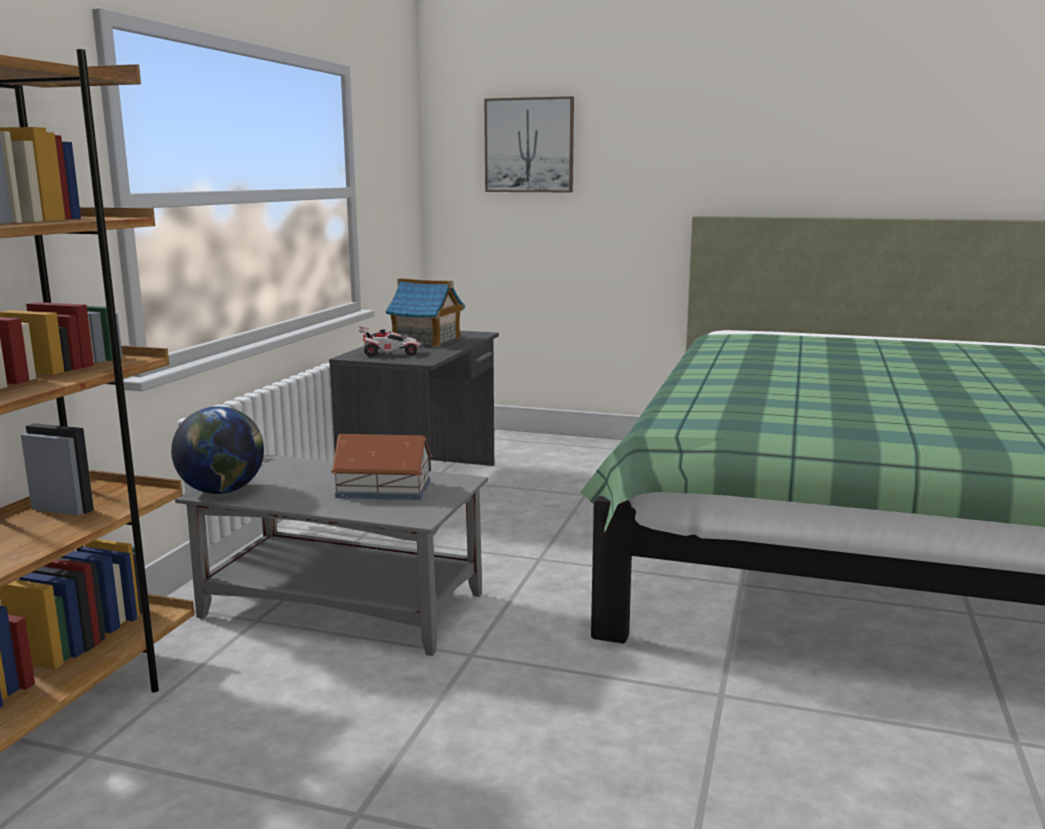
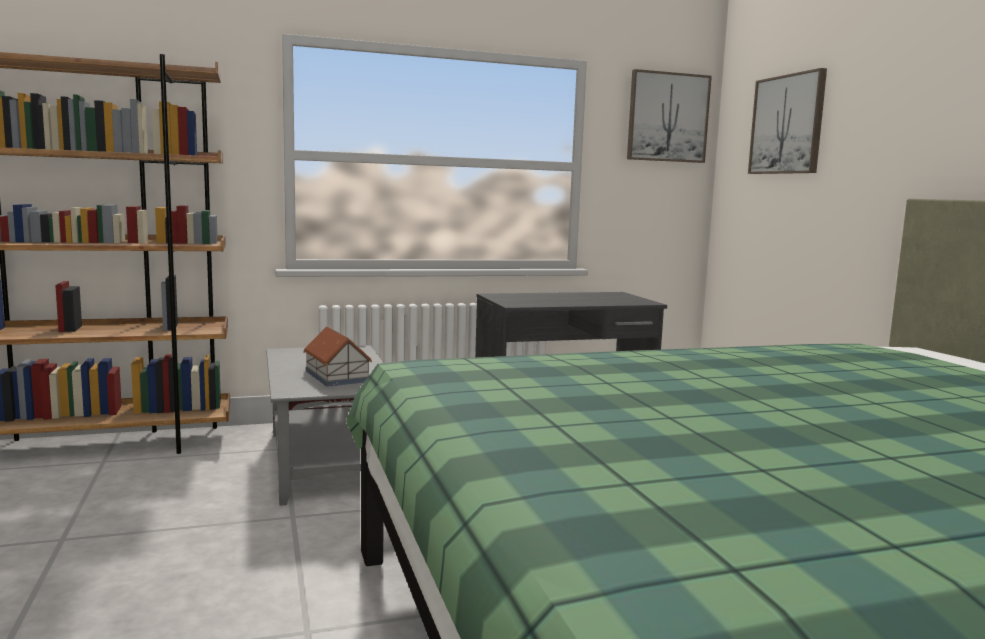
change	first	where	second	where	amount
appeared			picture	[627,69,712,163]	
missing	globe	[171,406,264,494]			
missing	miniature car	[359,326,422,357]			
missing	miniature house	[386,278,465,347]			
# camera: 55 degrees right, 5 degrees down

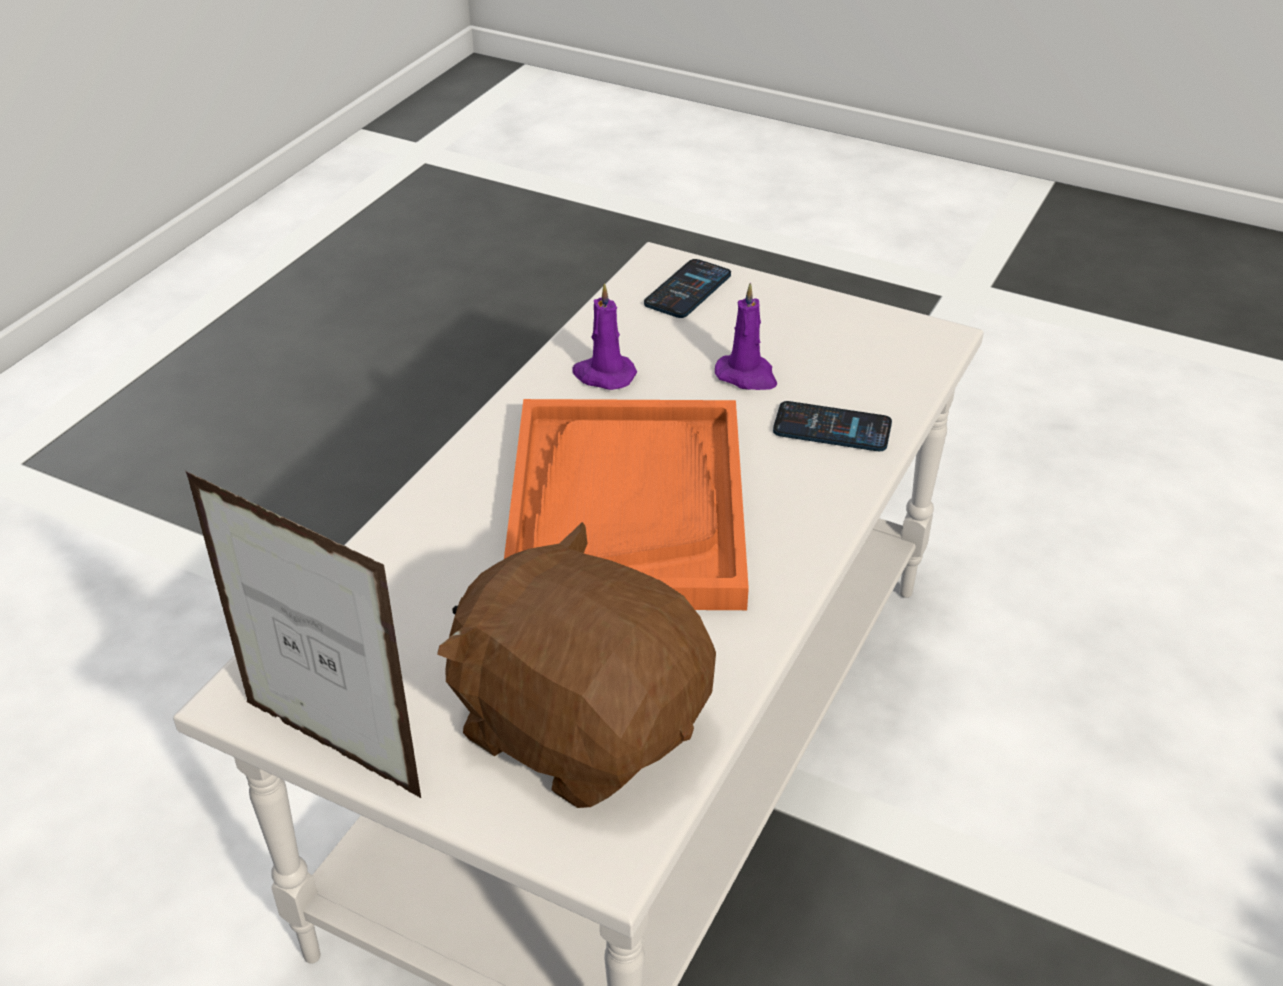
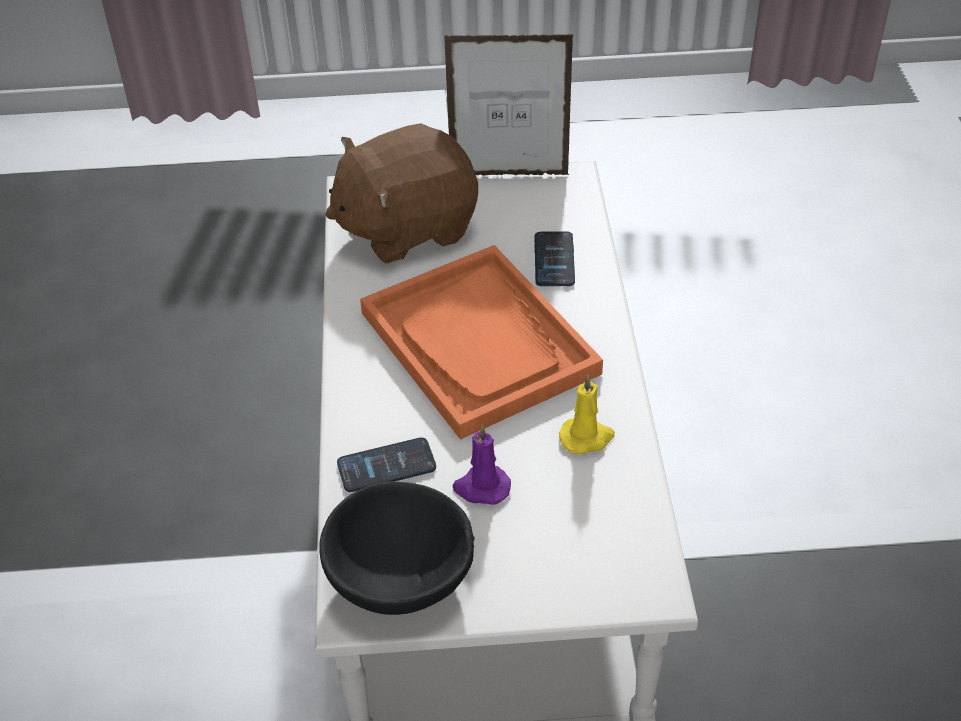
change	first	where	second	where	amount
appeared			blackish serving bowl	[319,481,475,615]	
spun	brown-coloured plush toy	[437,522,716,808]		[325,123,478,264]	150 degrees clockwise
relocated	phone	[644,259,731,318]		[534,231,575,286]	
colour	purple-coloured wax candle	[572,283,637,390]	yellow-coloured wax candle	[559,374,615,455]	
# camera: 150 degrees right, 5 degrees up

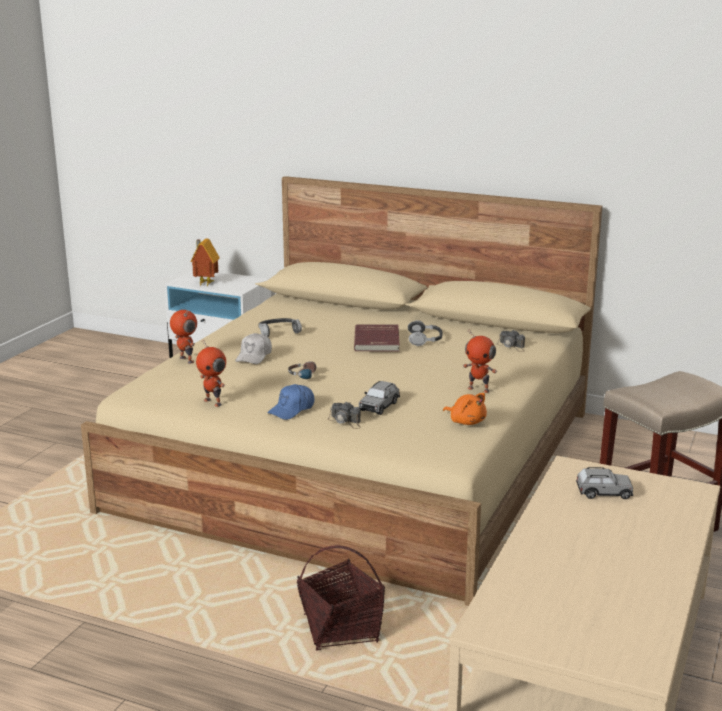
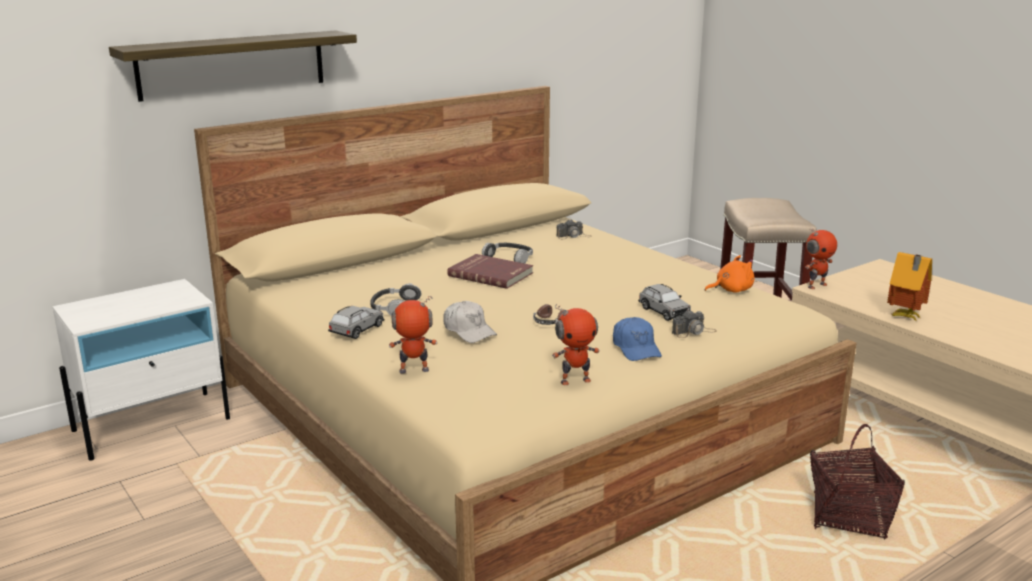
change	first	where	second	where	amount
appeared			shelf	[109,31,357,102]	
relocated	grey miniature car	[576,467,633,499]		[328,306,384,339]	
relocated	model robot	[463,330,497,393]		[805,228,837,289]	
relocated	miniature house	[190,238,220,286]		[887,252,932,321]	
# camera: 60 degrees left, 0 degrees up

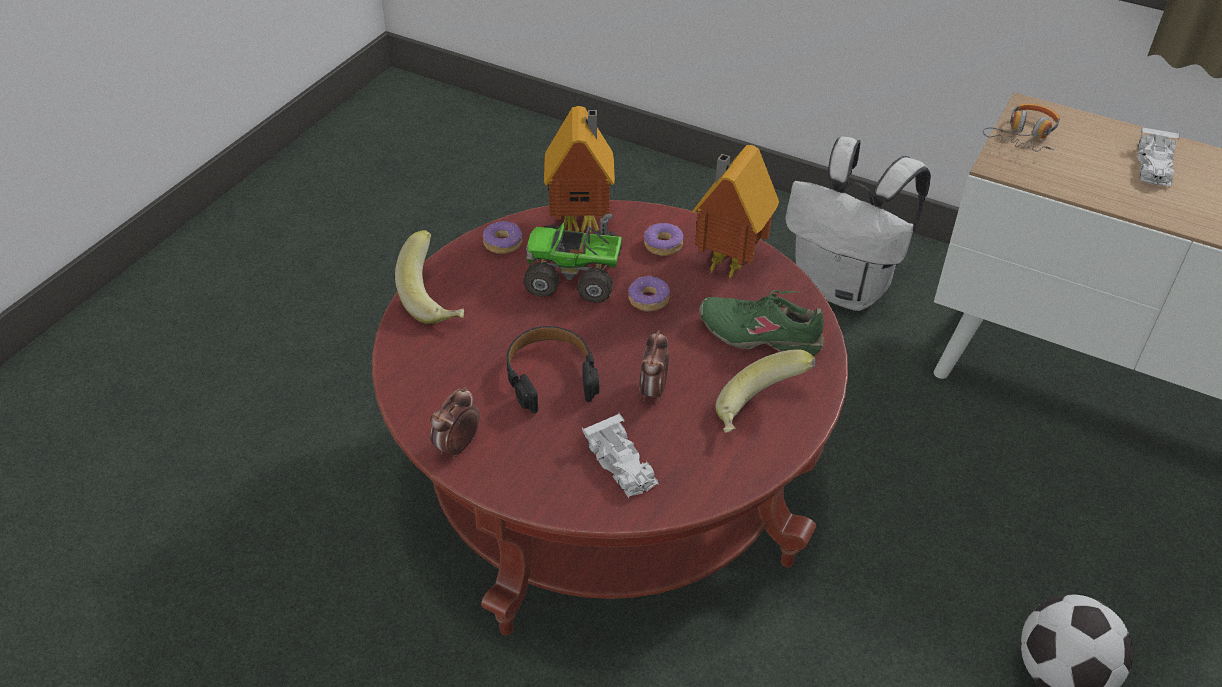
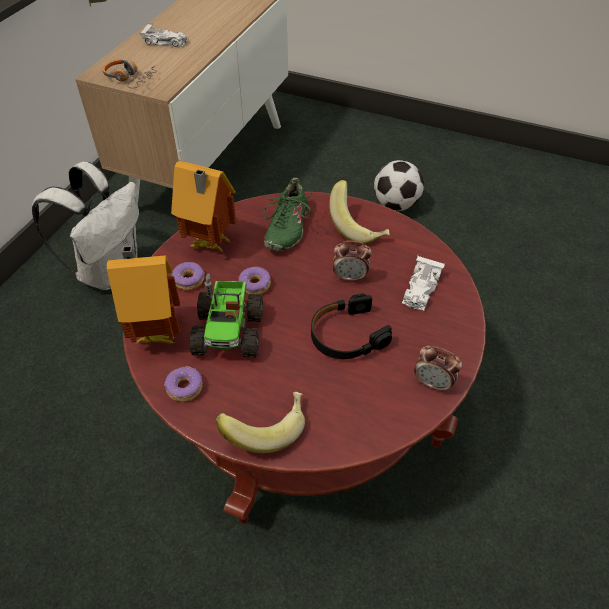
change	first	where	second	where	amount
spun	whitish miniature car	[582,412,659,498]		[402,256,445,310]	150 degrees clockwise
# camera: 95 degrees left, 5 degrees up

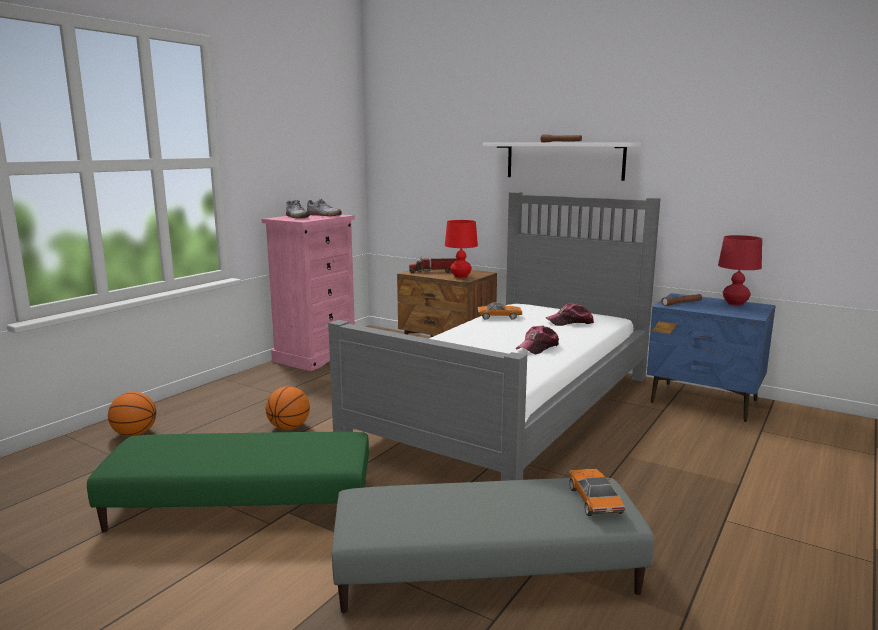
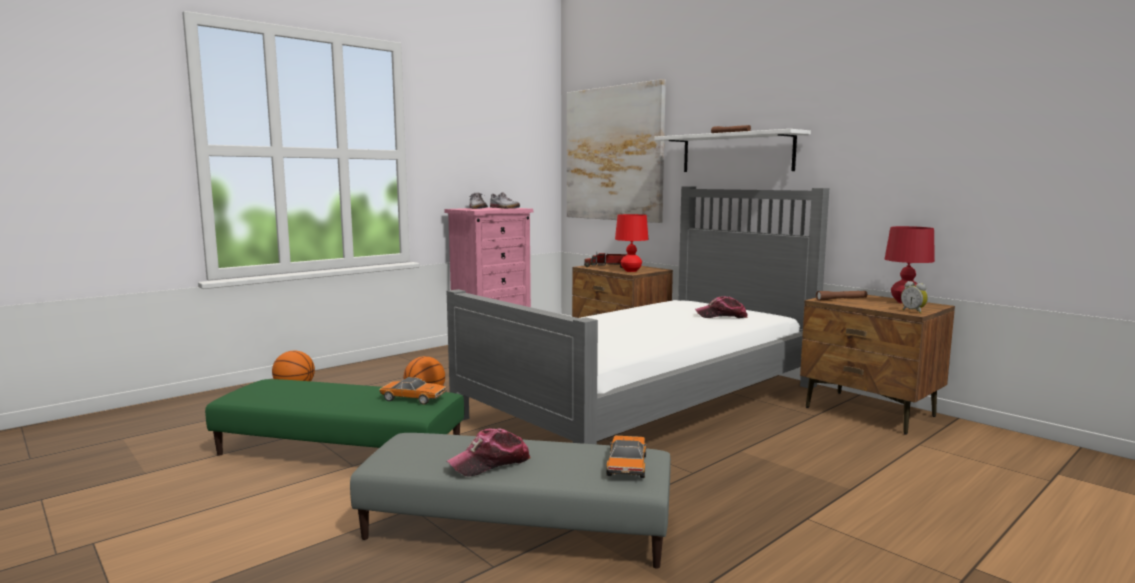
change	first	where	second	where	amount
relocated	miniature car	[478,302,522,320]		[379,377,447,405]	
relocated	baseball cap	[516,326,559,354]		[446,429,531,476]	
appeared			picture	[567,79,666,223]	
colour	blue night table	[647,293,776,422]	brown-coloured night table	[800,295,955,435]	
appeared			bedside clock	[901,281,928,314]	
# camera: 15 degrees right, 5 degrees down

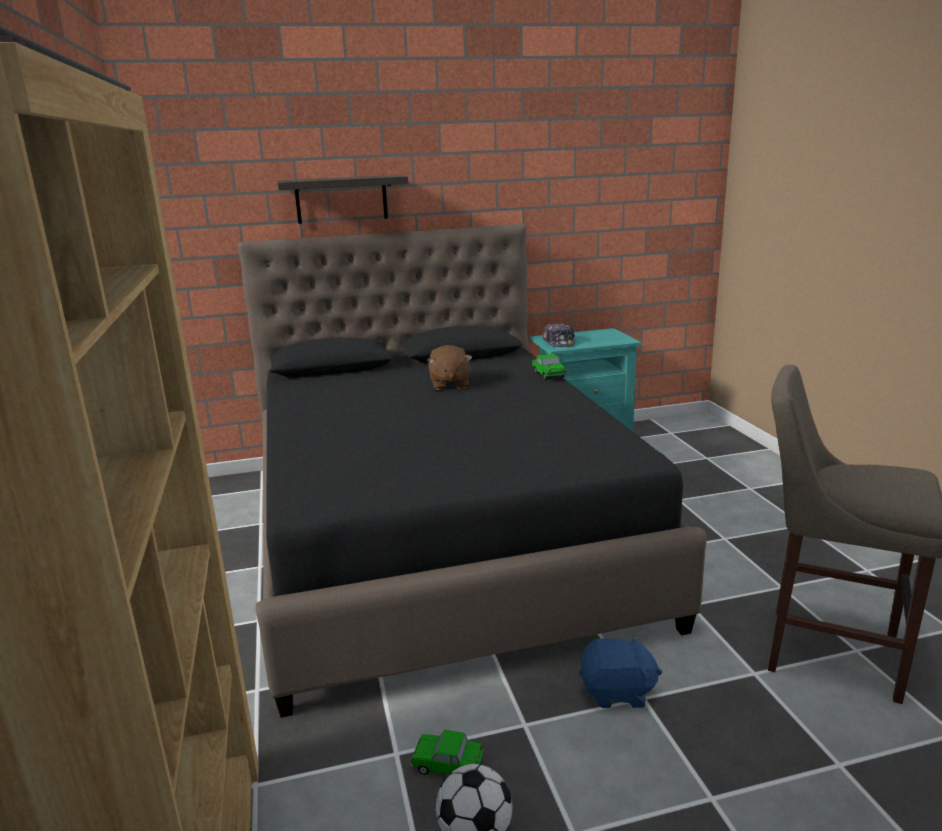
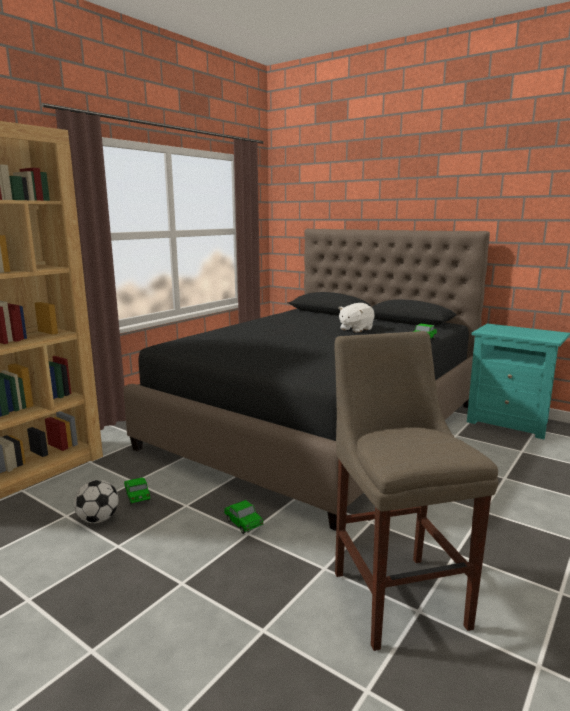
change	first	where	second	where	amount
exchanged	blue plush toy	[579,635,662,708]	miniature car	[224,500,264,534]	
colour	brown-coloured plush toy	[427,345,472,390]	whitish plush toy	[339,303,375,333]	
missing	shelf	[277,175,409,224]			
missing	baseball cap	[542,323,575,347]			
# camera: 50 degrees right, 5 degrees down

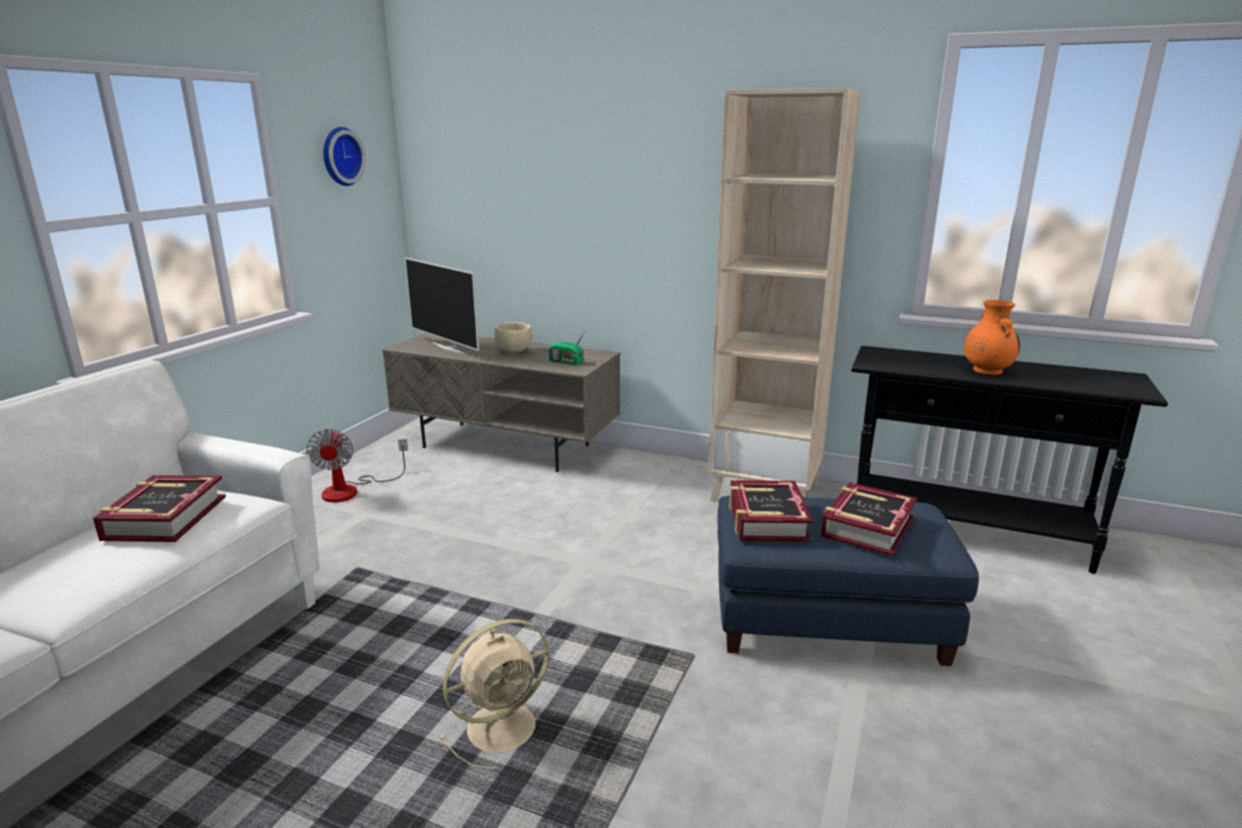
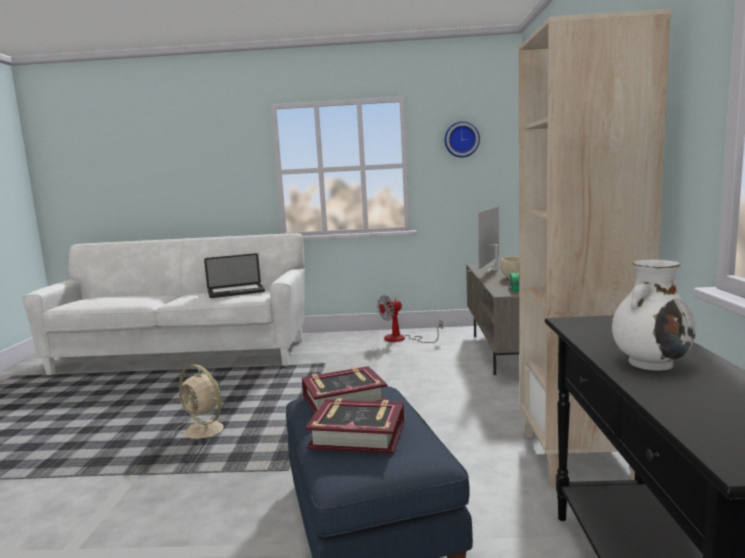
change	first	where	second	where	amount
exchanged	volume	[93,475,226,542]	notebook computer	[204,253,265,298]	
colour	orange vase	[964,300,1020,375]	whitish vase	[612,260,696,371]	
# camera: 70 degrees right, 10 degrees down

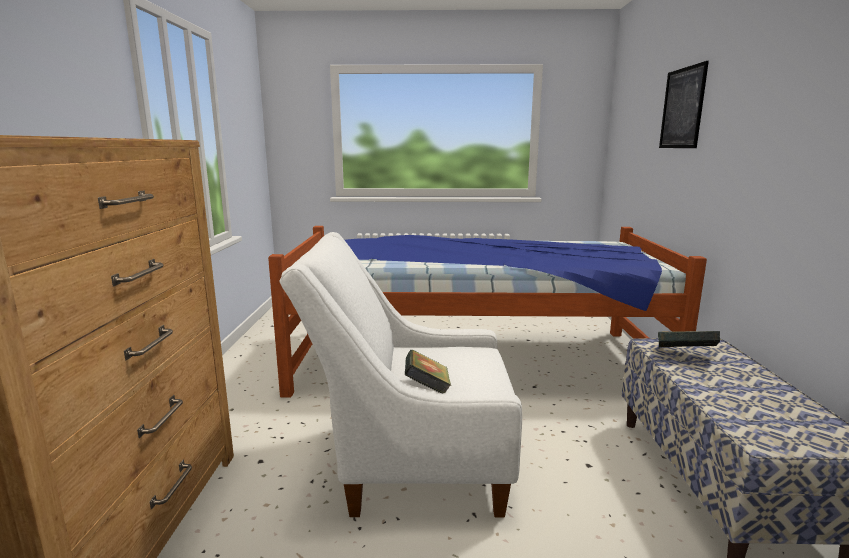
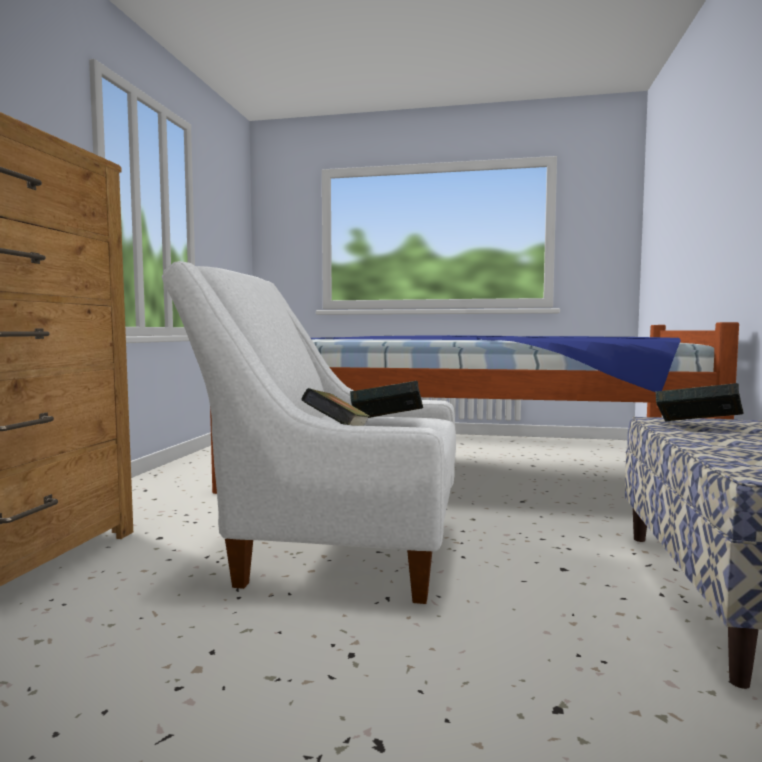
change	first	where	second	where	amount
appeared			volume	[350,381,423,418]	
missing	picture	[659,61,709,148]			
# camera: 10 degrees right, 10 degrees down

